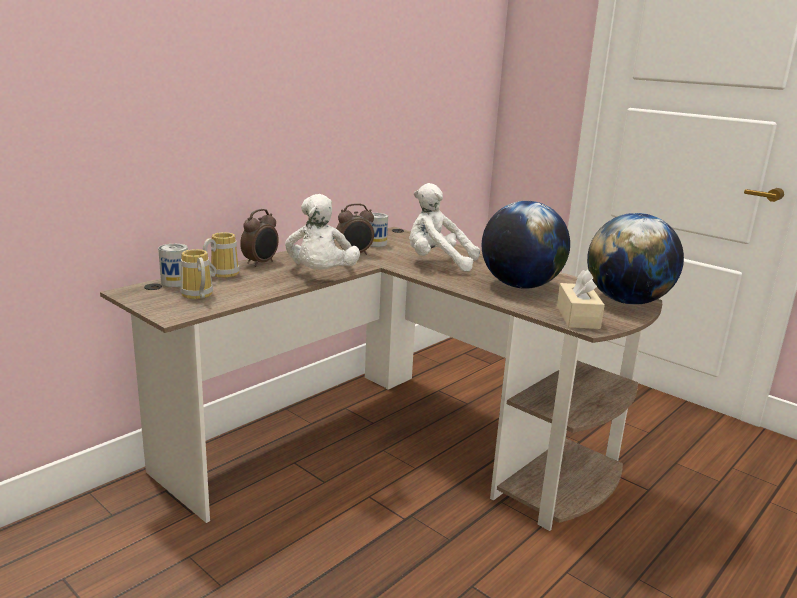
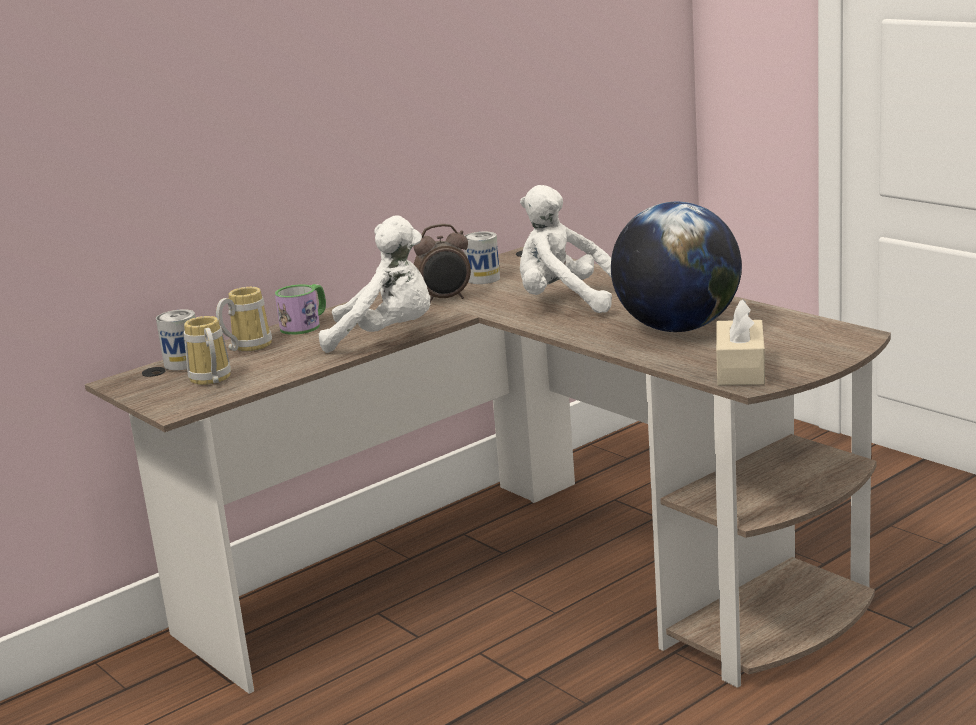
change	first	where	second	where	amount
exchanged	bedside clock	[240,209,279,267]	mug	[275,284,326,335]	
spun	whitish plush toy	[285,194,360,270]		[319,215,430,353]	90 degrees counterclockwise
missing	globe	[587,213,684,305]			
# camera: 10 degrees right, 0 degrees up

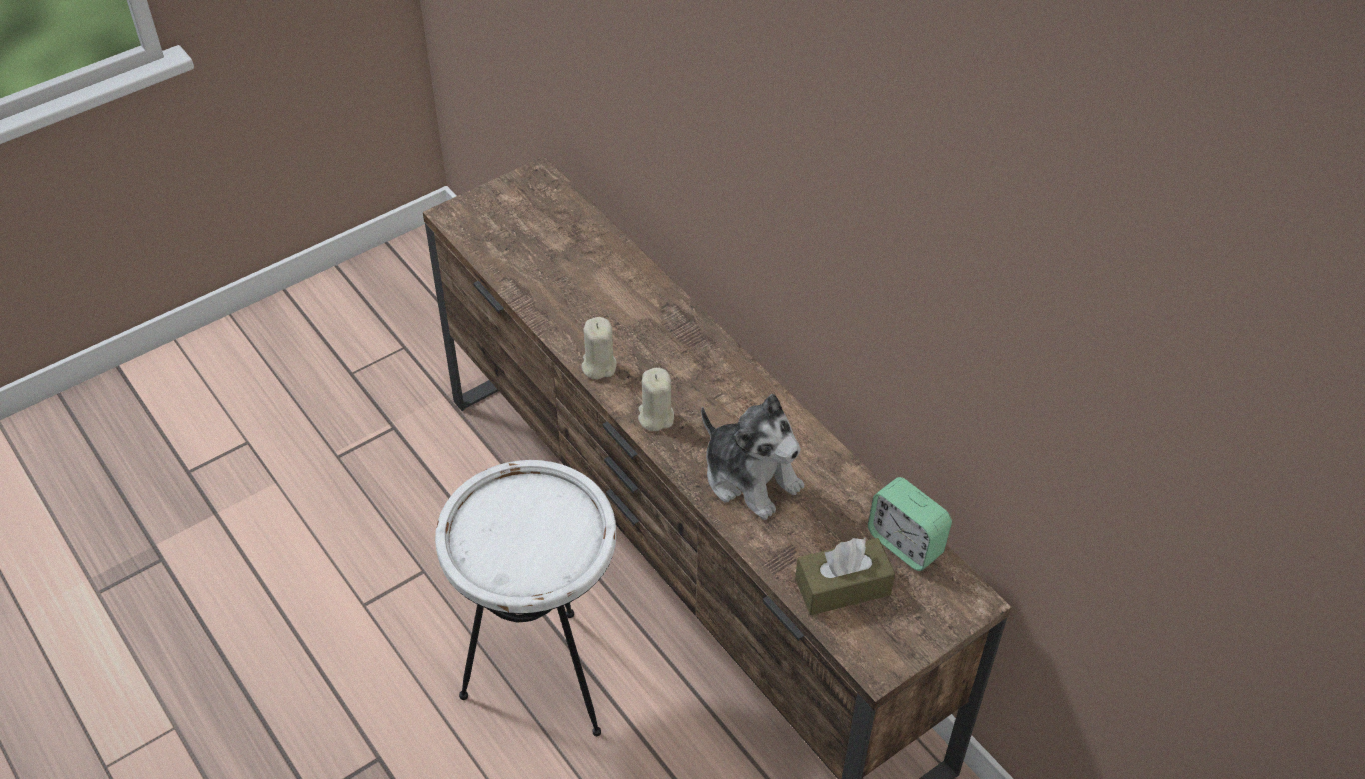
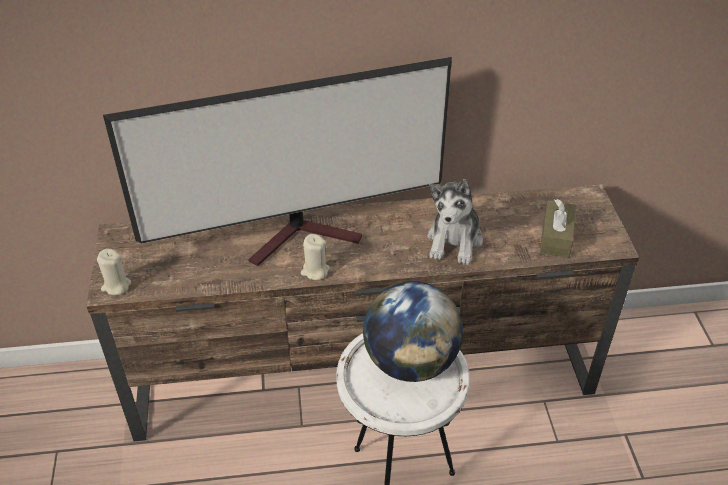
change	first	where	second	where	amount
relocated	beige wax candle	[638,368,674,431]		[97,249,131,295]	
appeared			TV	[103,57,452,266]	
appeared			globe	[363,281,463,382]	
spun	plush toy	[701,394,804,520]		[427,179,483,265]	120 degrees clockwise
missing	bedside clock	[868,477,952,571]			
# camera: 60 degrees left, 5 degrees down

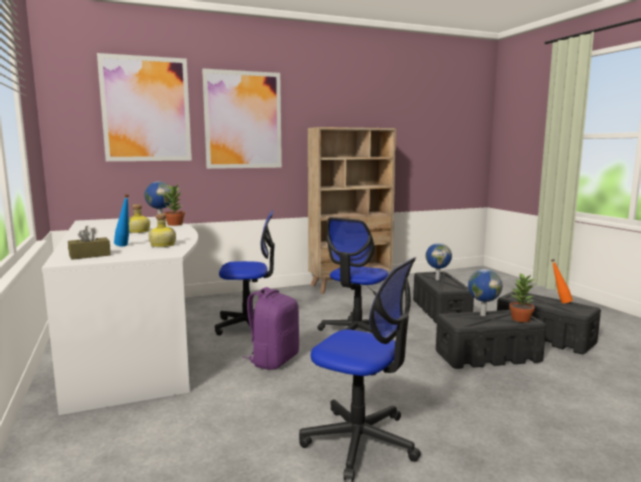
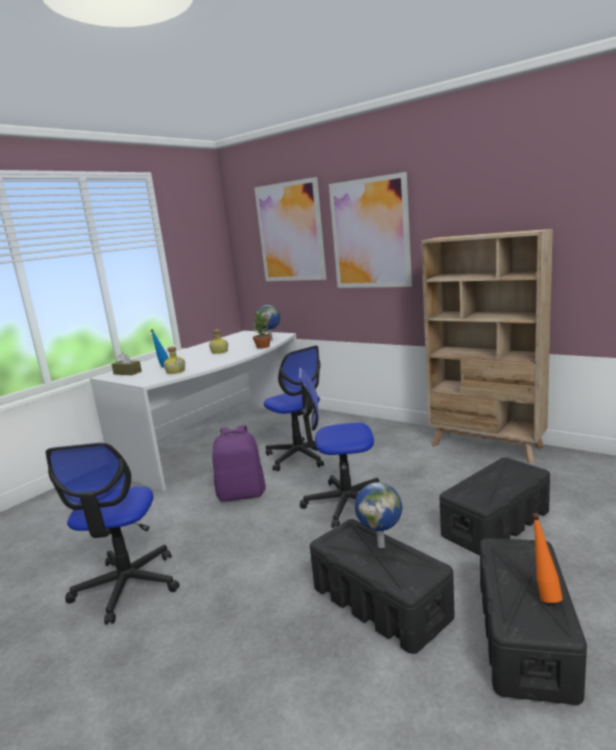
change	first	where	second	where	amount
missing	globe	[426,243,452,281]			
missing	houseplant	[509,273,535,322]			
# camera: 60 degrees right, 5 degrees up

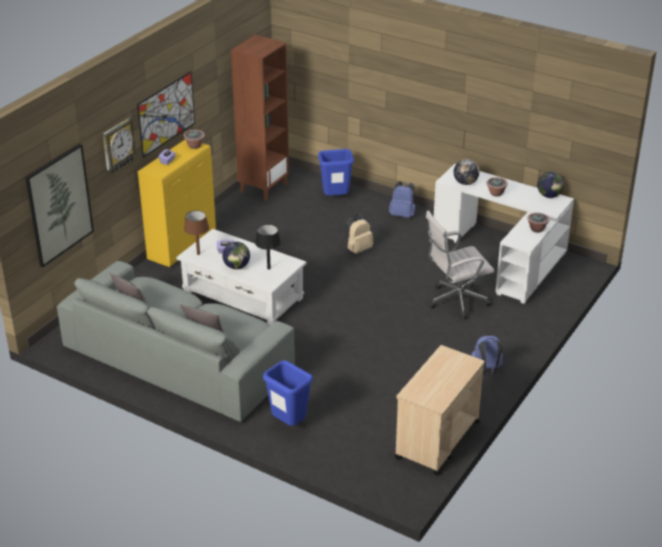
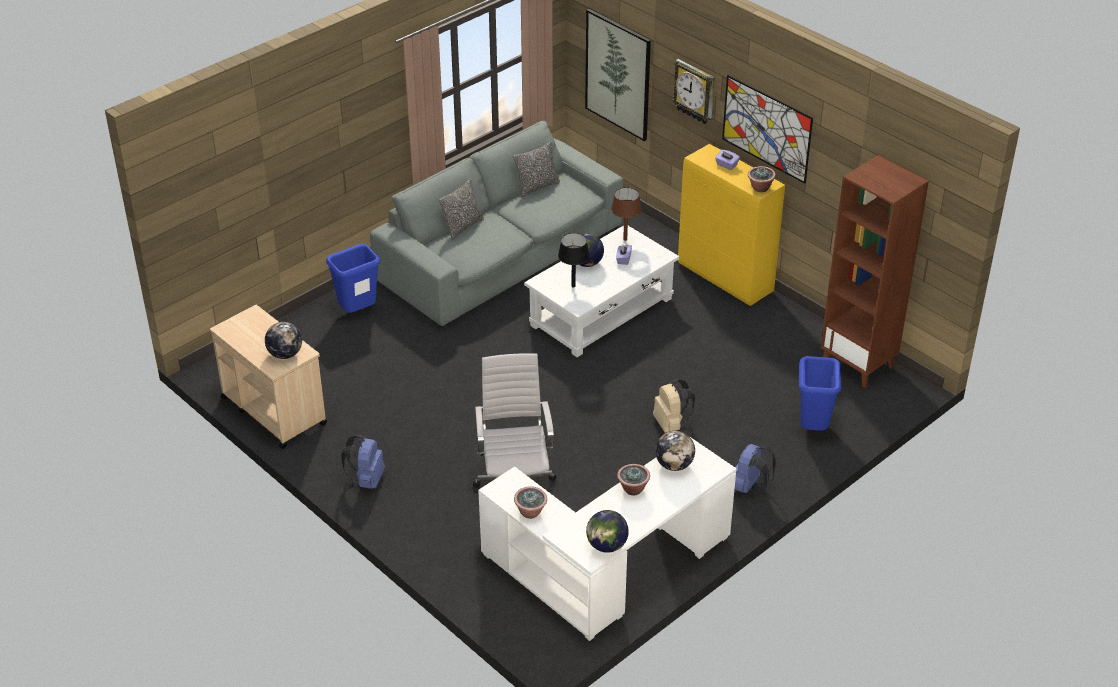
change	first	where	second	where	amount
appeared			globe	[265,322,302,359]	
# camera: 105 degrees right, 5 degrees up

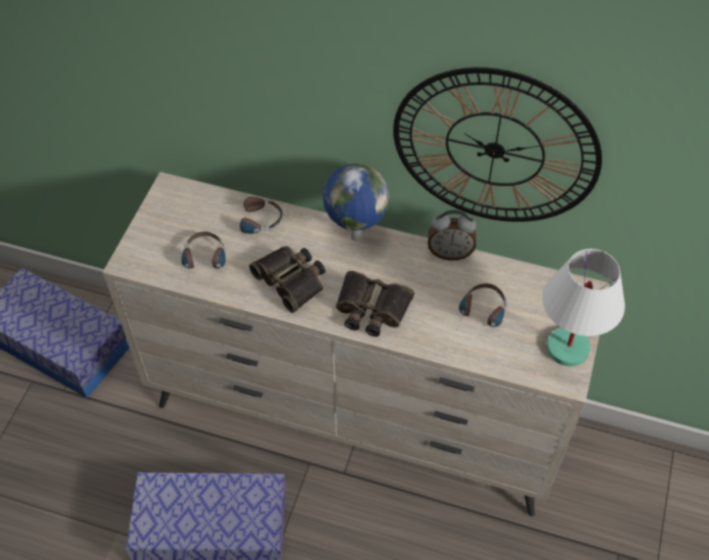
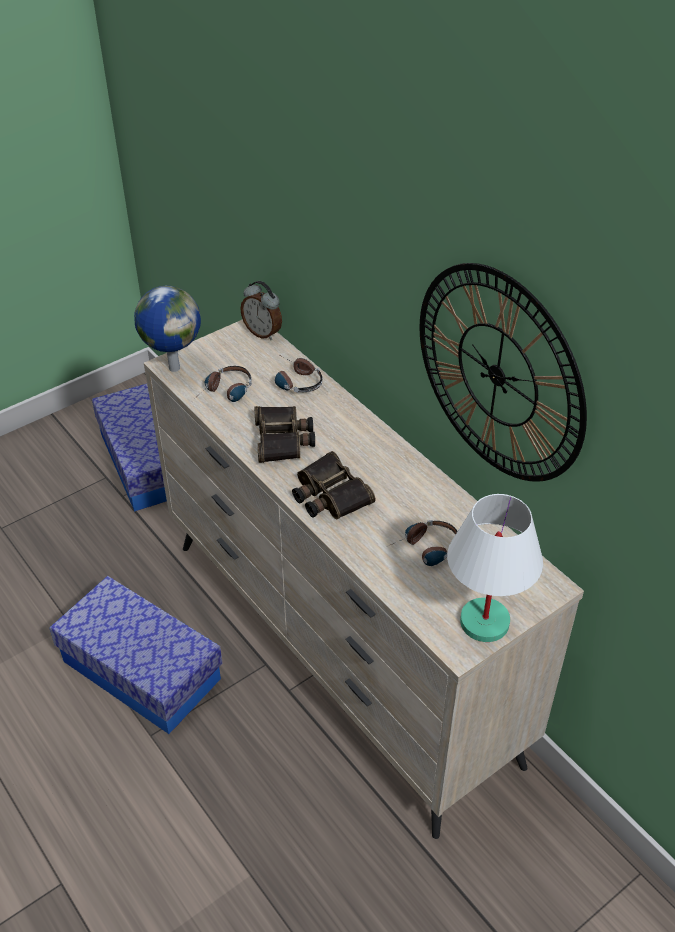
change	first	where	second	where	amount
relocated	globe	[323,163,390,241]		[134,286,201,372]	
relocated	bedside clock	[428,210,476,260]		[240,281,282,340]	
# camera: 35 degrees right, 10 degrees down

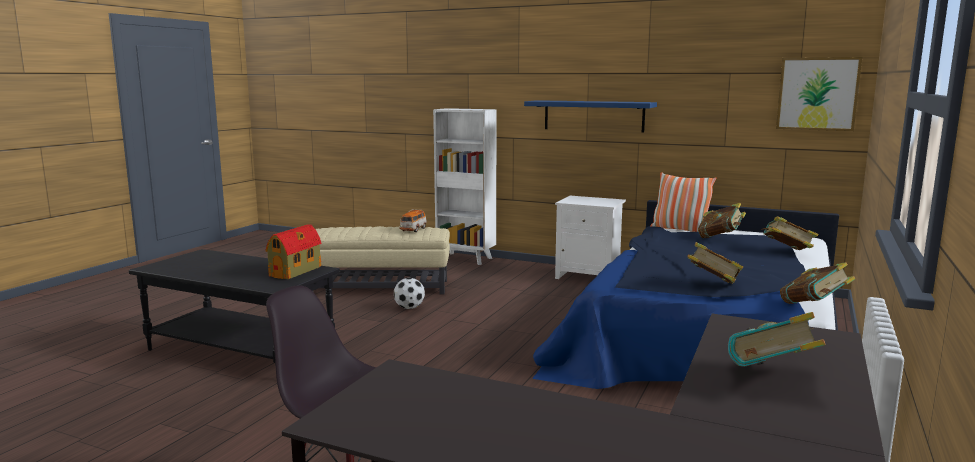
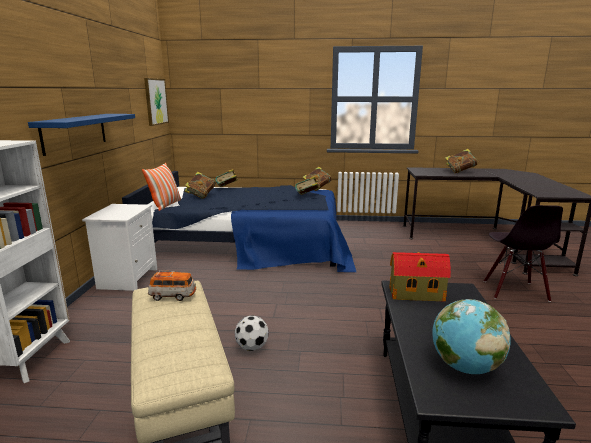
change	first	where	second	where	amount
appeared			globe	[432,299,511,374]	
# camera: 110 degrees left, 5 degrees up

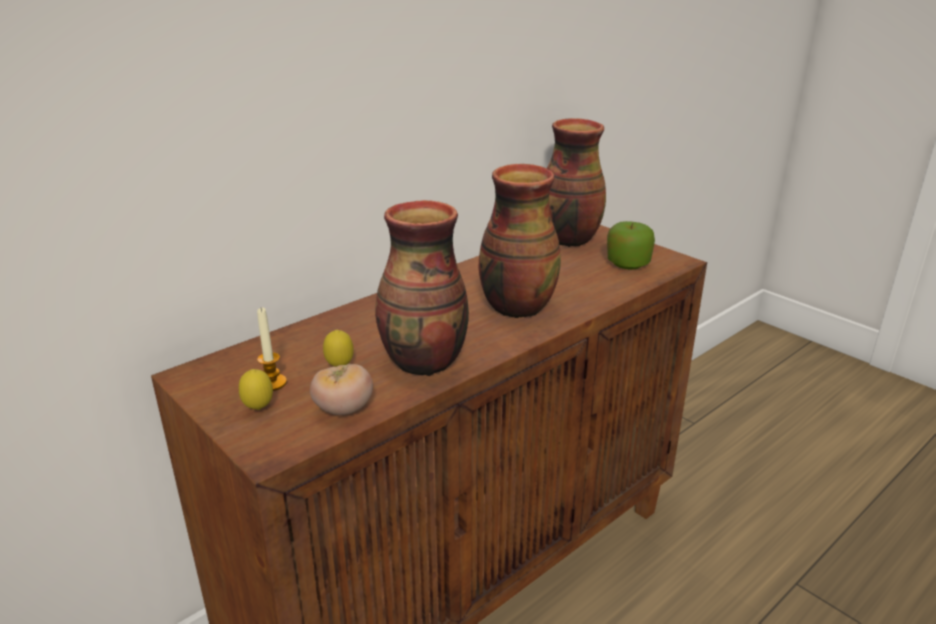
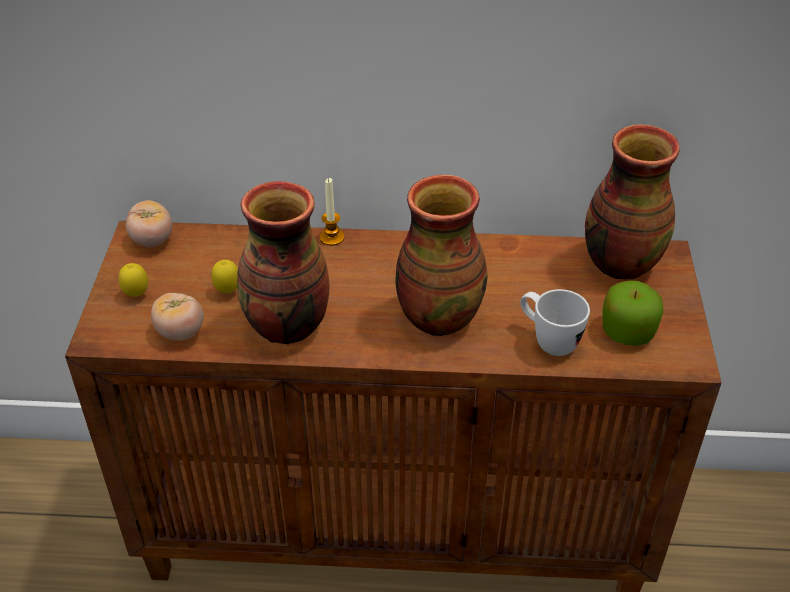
change	first	where	second	where	amount
appeared			whole tomato	[126,200,173,247]	
relocated	wax candle	[257,308,287,391]		[319,178,344,246]	
appeared			whitish mug	[520,289,590,356]	
# camera: 45 degrees right, 15 degrees up

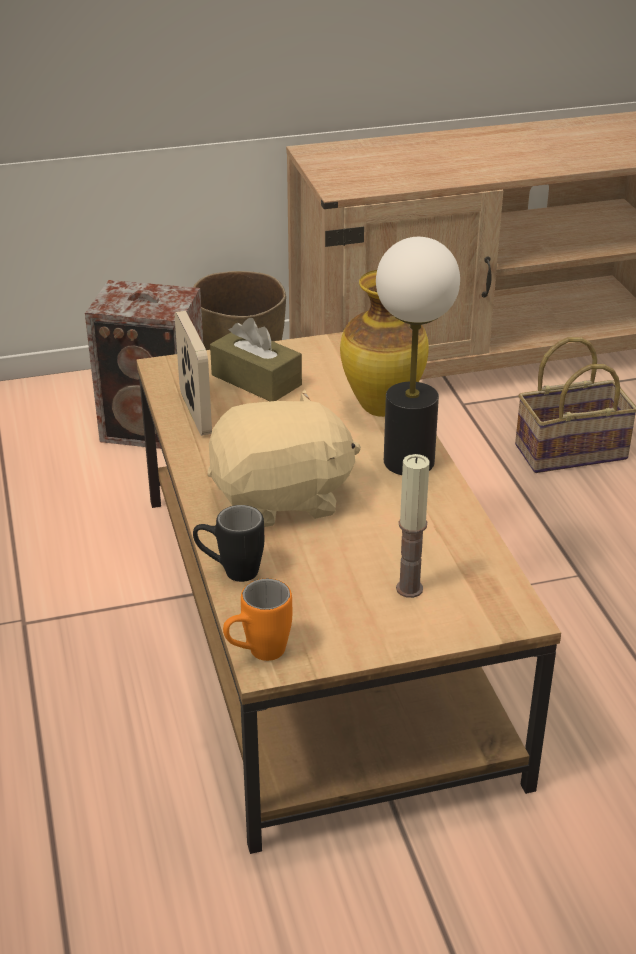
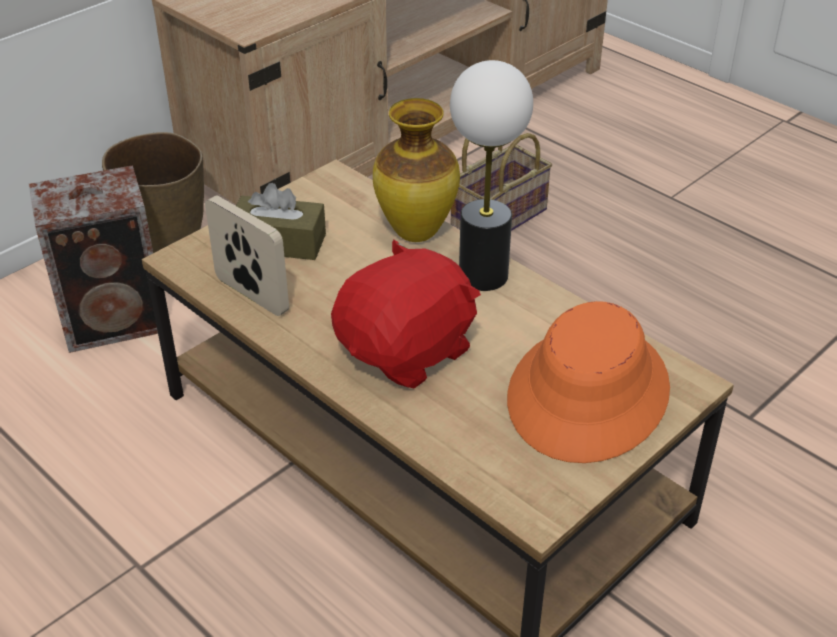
change	first	where	second	where	amount
colour	beige plush toy	[208,389,361,527]	red-coloured plush toy	[331,240,481,388]	
exchanged	wax candle	[396,454,430,598]	orange wearable hat	[507,301,670,463]	
missing	blackish mug	[193,505,264,582]			
missing	orange mug	[223,578,292,661]			
# camera: 30 degrees left, 5 degrees up

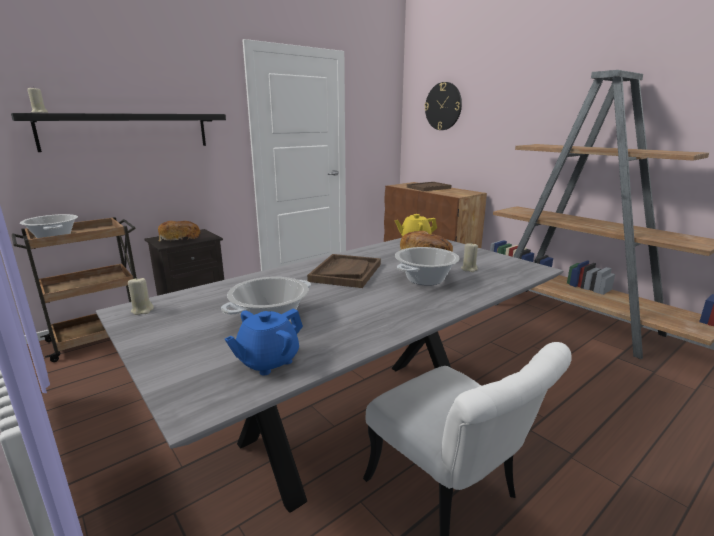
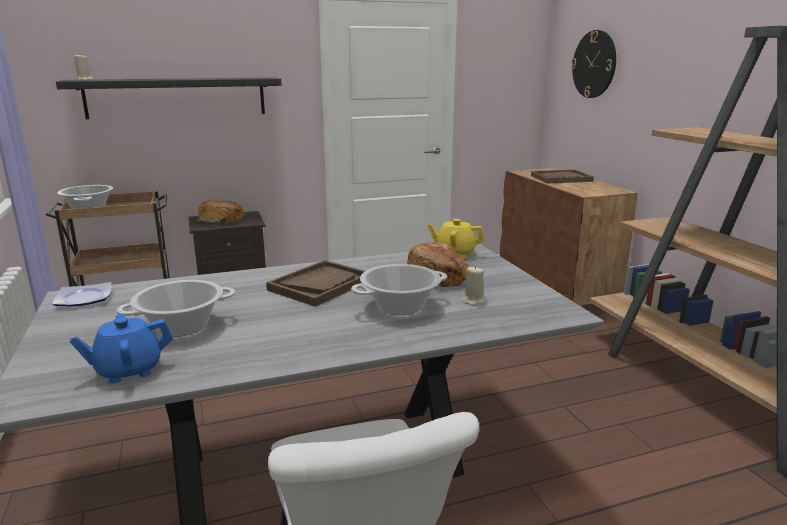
change	first	where	second	where	amount
exchanged	beige wax candle	[128,277,154,315]	dinner plate	[53,282,112,306]	
# camera: 20 degrees right, 0 degrees up

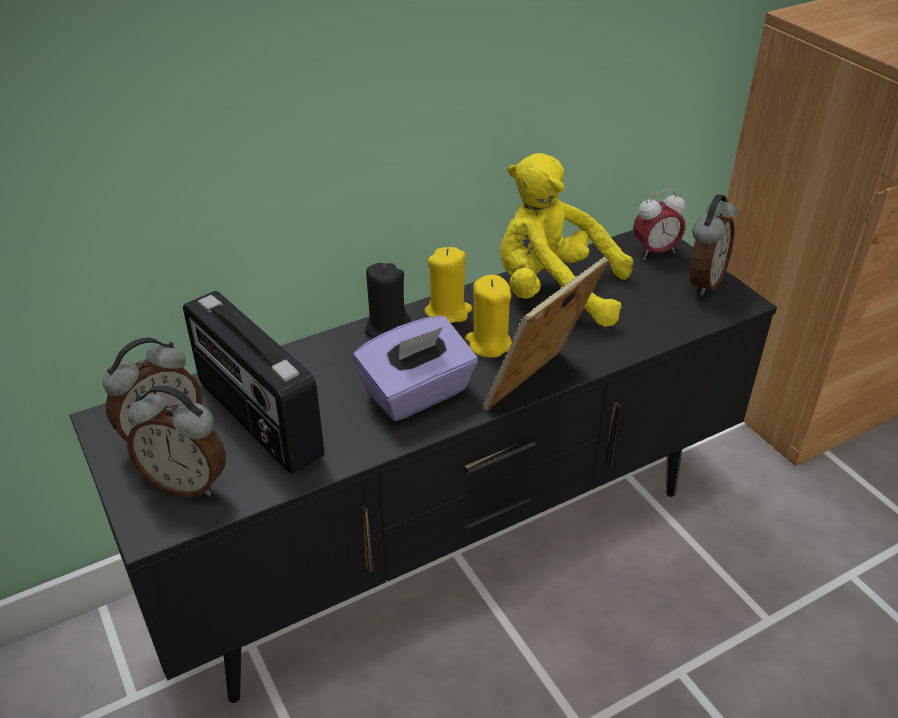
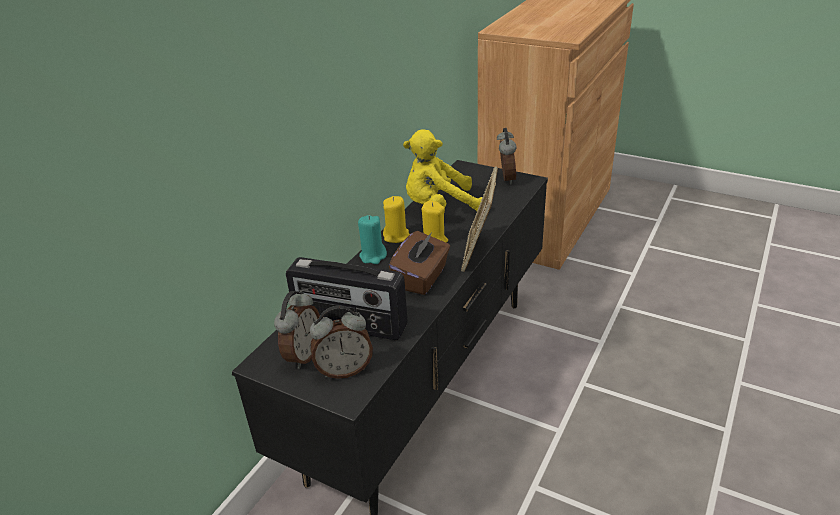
change	first	where	second	where	amount
colour	blackish wax candle	[365,263,411,338]	blue-green wax candle	[358,215,387,264]	
colour	purple-coloured tissue holder	[353,316,478,421]	brown-coloured tissue holder	[389,231,450,295]	
missing	bedside clock	[633,190,686,260]			
# camera: 30 degrees left, 5 degrees down

